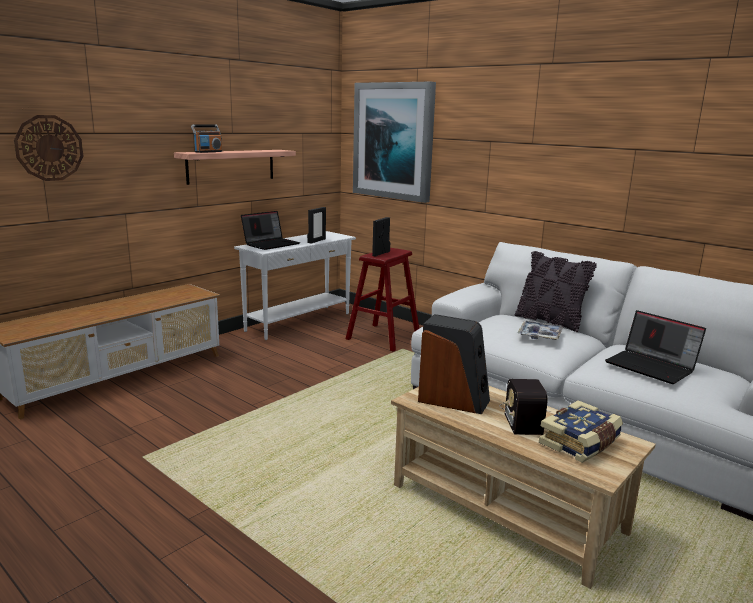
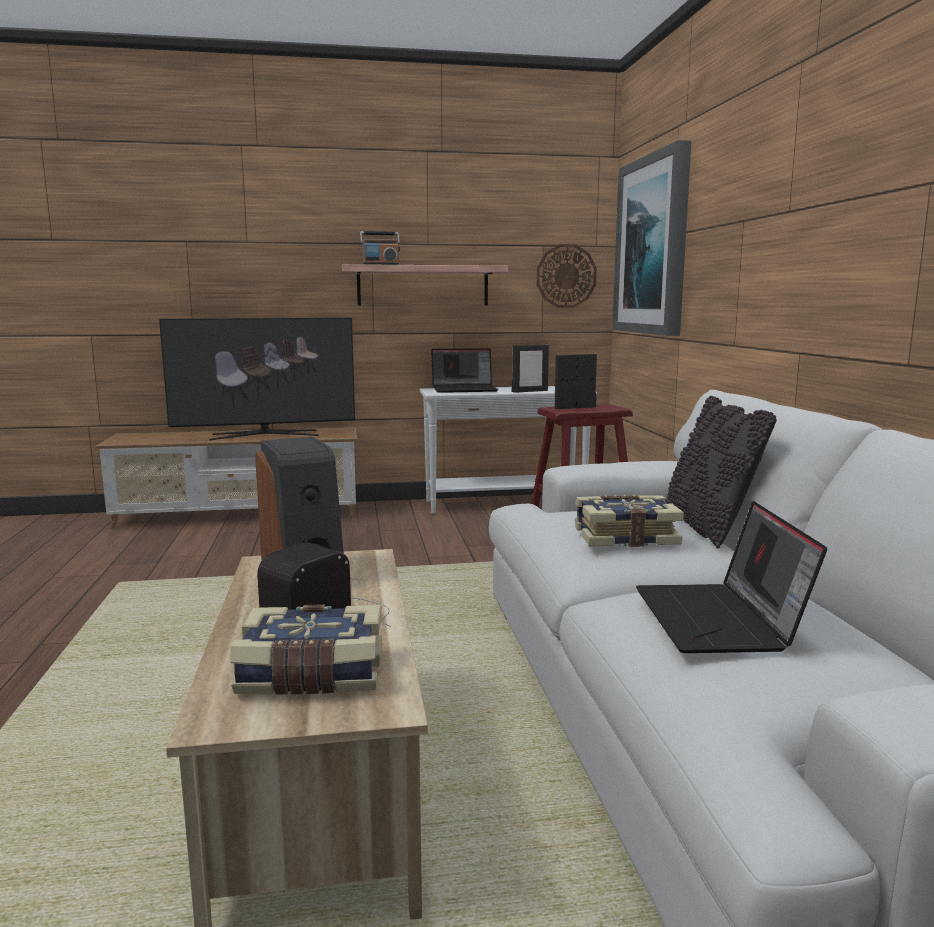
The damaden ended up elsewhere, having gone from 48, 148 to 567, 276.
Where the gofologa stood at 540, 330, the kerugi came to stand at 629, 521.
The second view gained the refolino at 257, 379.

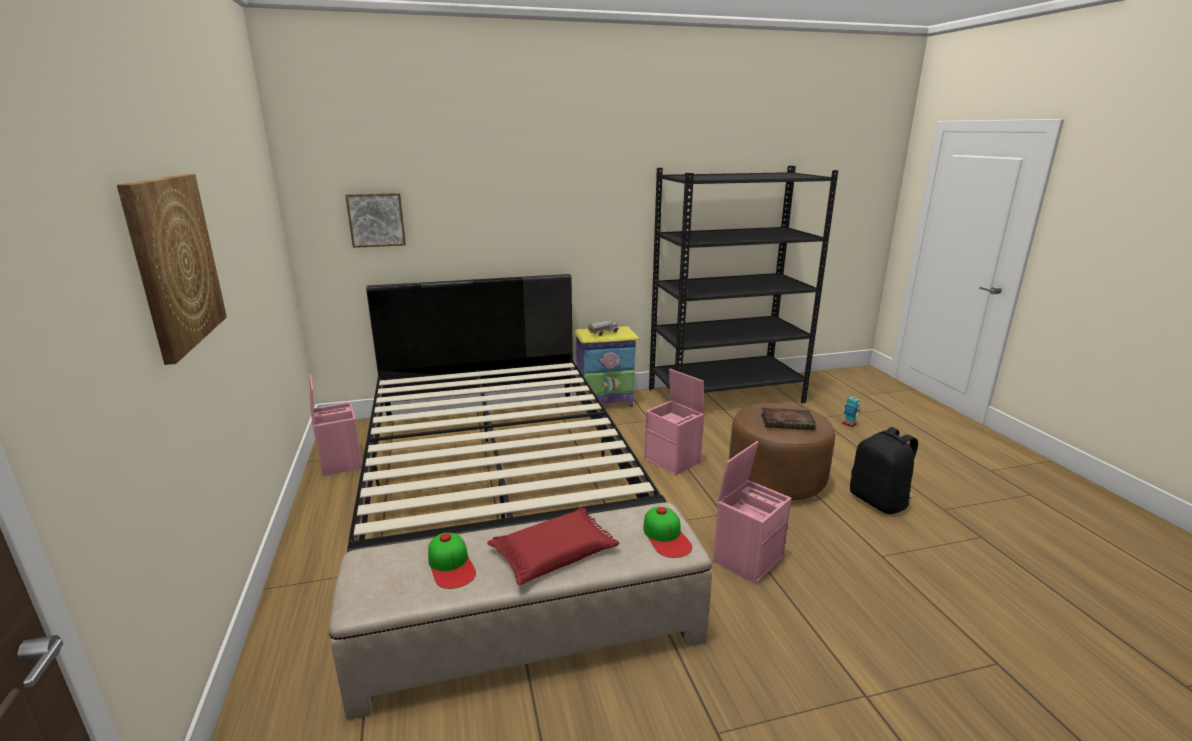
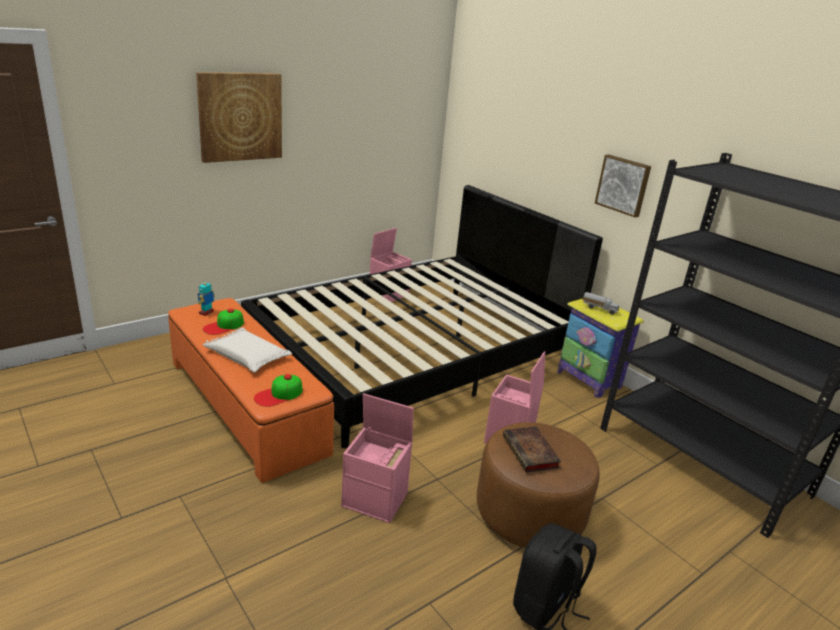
What was the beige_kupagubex at 520, 611 turned into the orange_kupagubex at 251, 390.
The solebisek ended up elsewhere, having gone from 375, 220 to 623, 186.
What was the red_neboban at 553, 546 turned into the white_neboban at 247, 350.
The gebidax ended up elsewhere, having gone from 851, 411 to 206, 297.

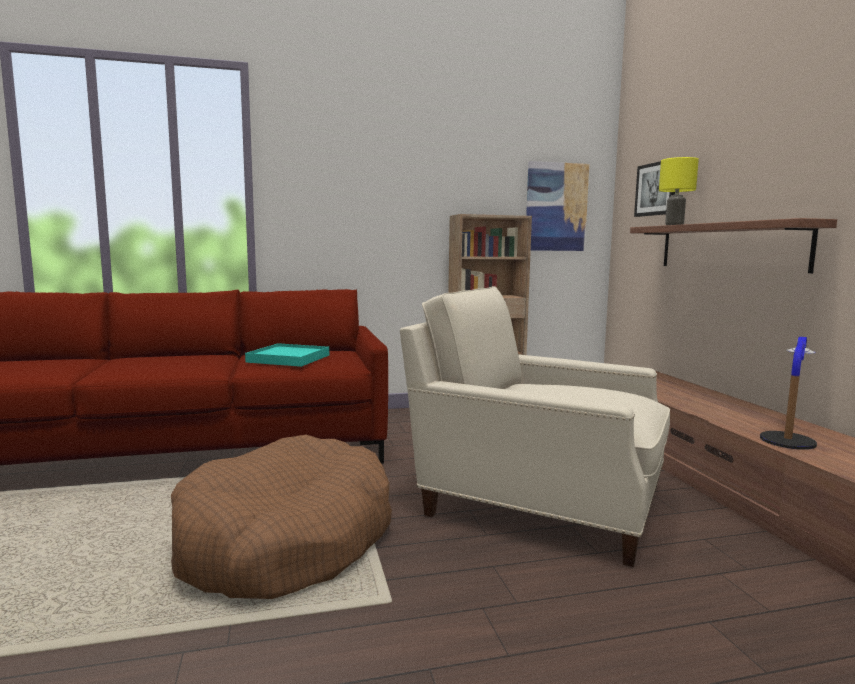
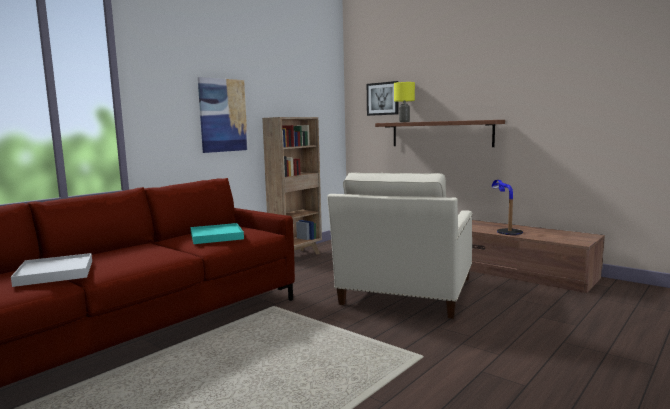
The second view lost the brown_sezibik at 281, 517.
The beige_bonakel at 535, 426 ended up facing another way, 60 degrees counterclockwise from before.
The solebisek ended up elsewhere, having gone from 557, 206 to 223, 115.
The second view gained the white_gofologa at 51, 270.

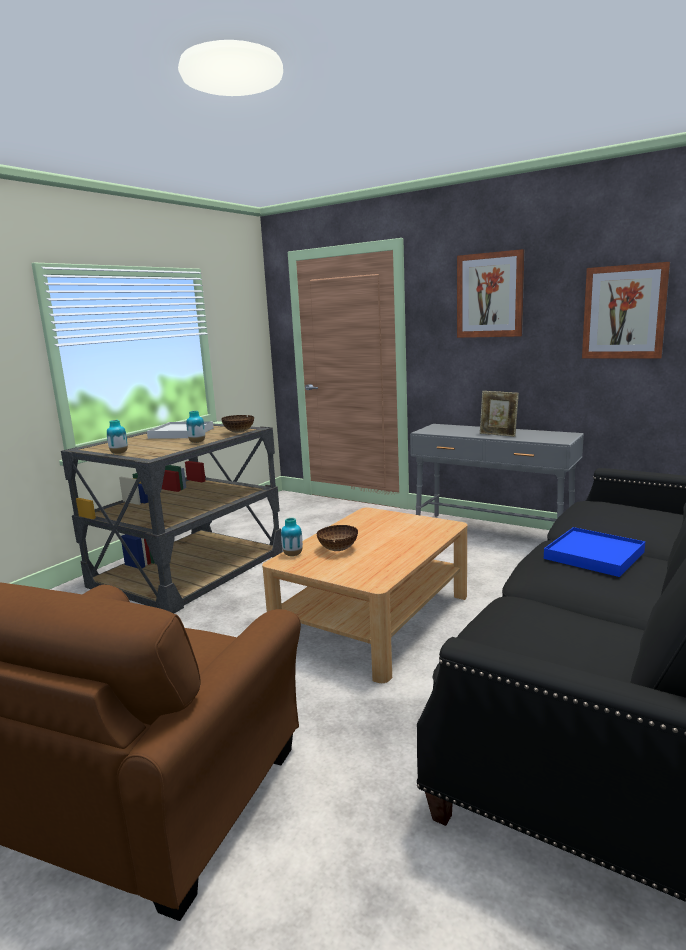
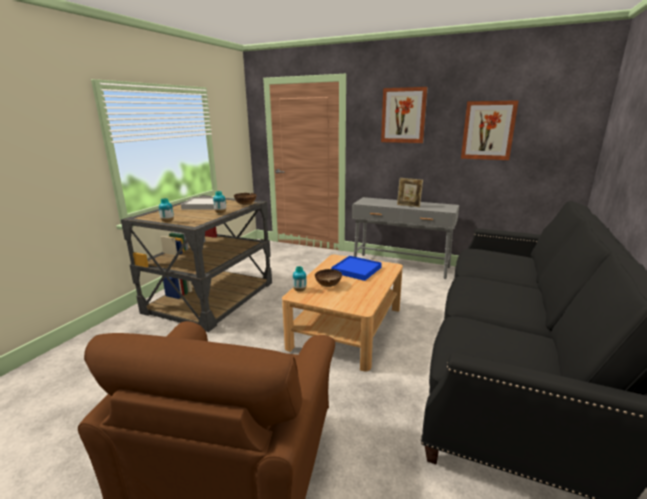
The blue_gofologa ended up elsewhere, having gone from 594, 552 to 356, 268.

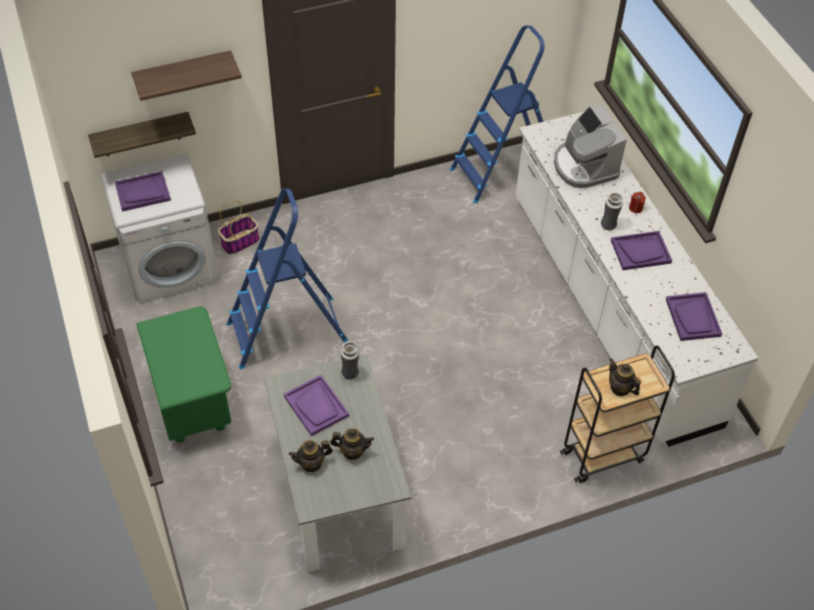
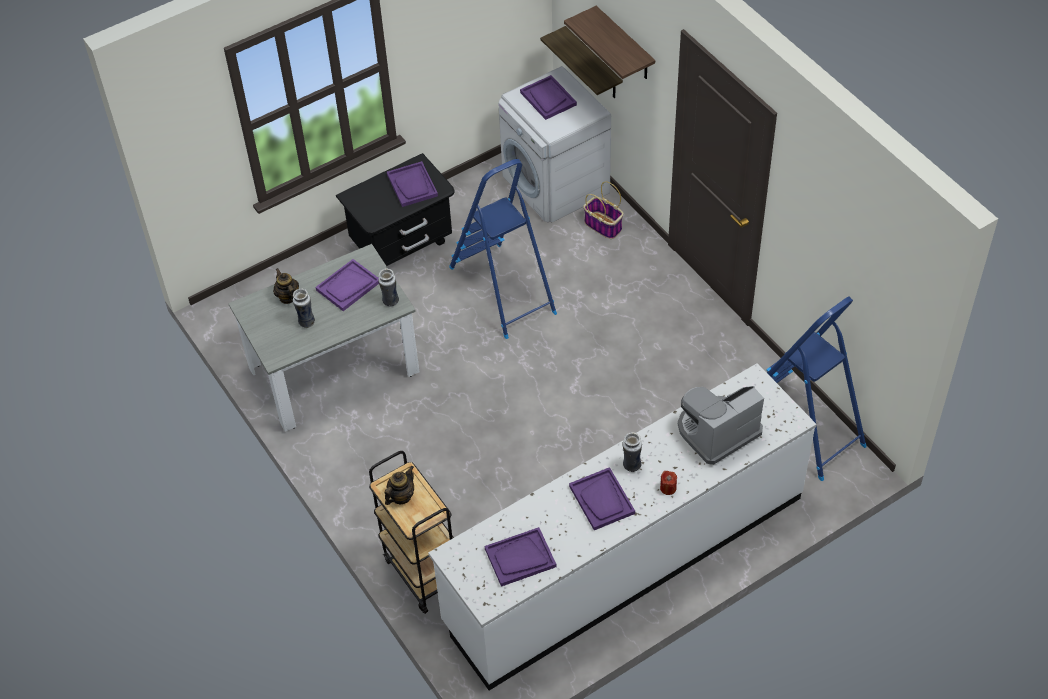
What was the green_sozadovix at 184, 374 turned into the black_sozadovix at 395, 209.
Where the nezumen stood at 352, 444, the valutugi came to stand at 304, 308.
The second view gained the purple_gofologa at 412, 184.

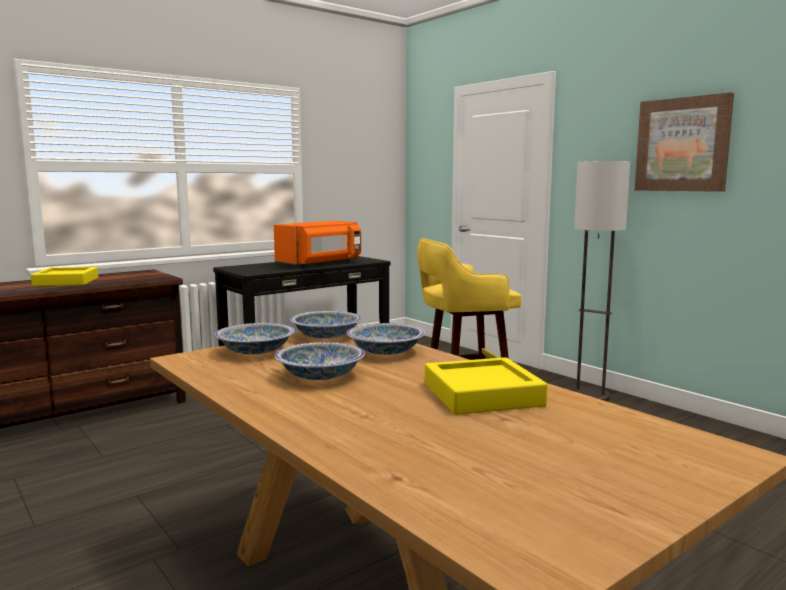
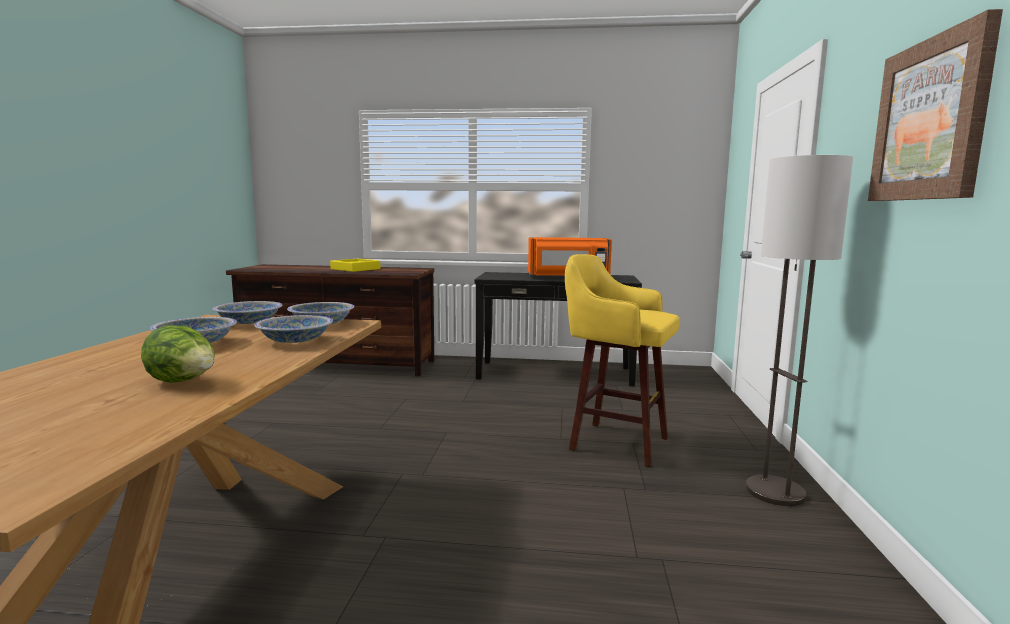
Where the yellow_gofologa stood at 486, 386, the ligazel came to stand at 178, 354.

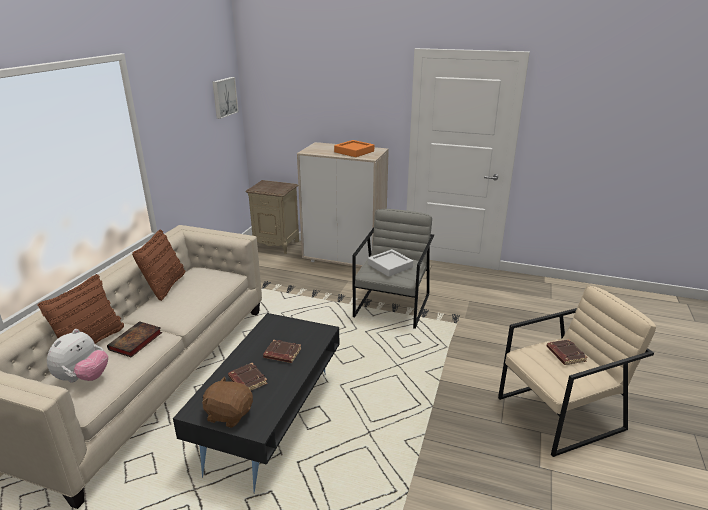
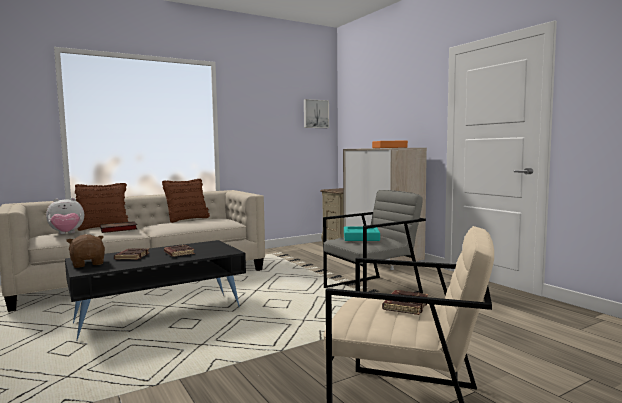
What was the grey_gofologa at 390, 263 turned into the turquoise_gofologa at 362, 234.

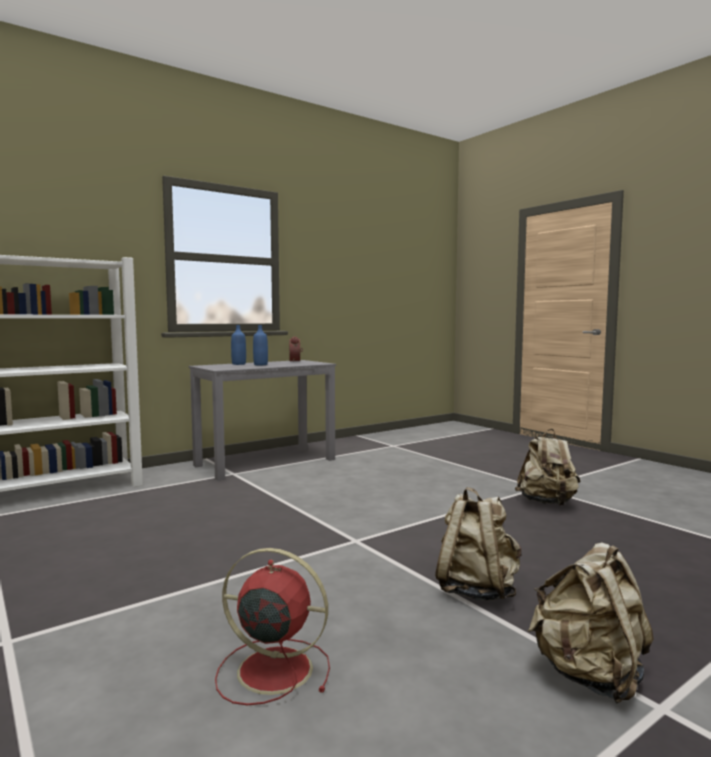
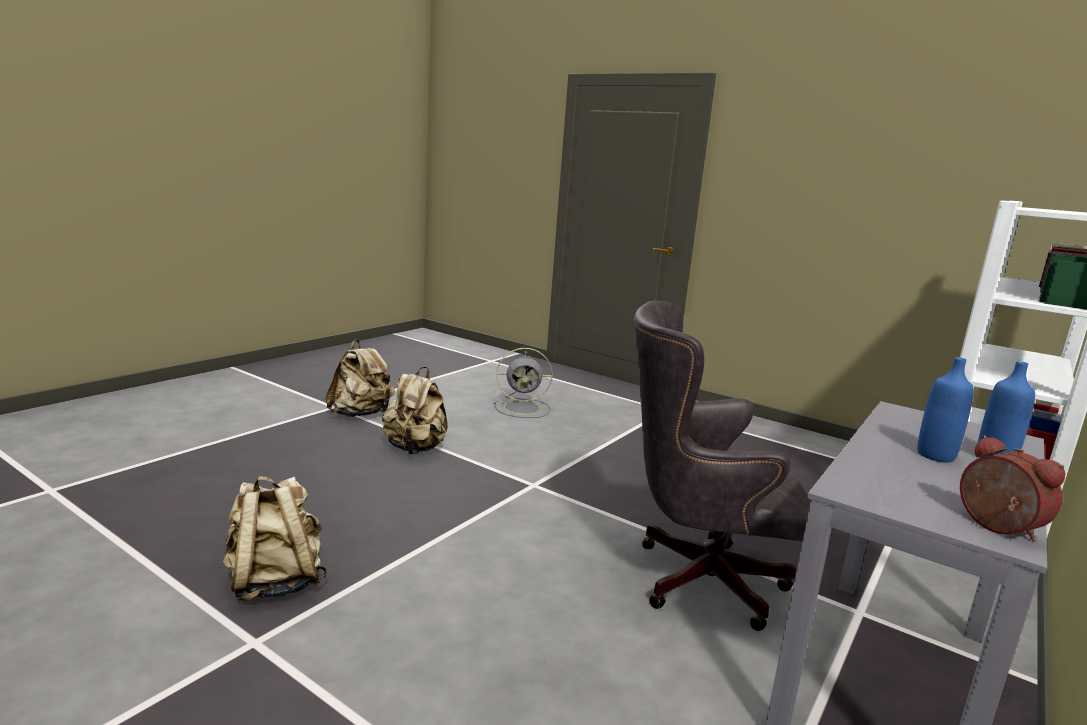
What was the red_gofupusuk at 272, 626 turned into the grey_gofupusuk at 522, 383.
The second view gained the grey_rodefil at 722, 466.

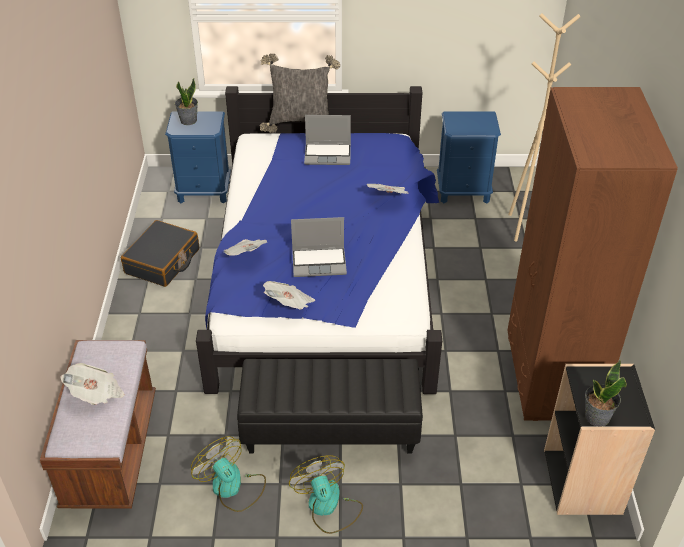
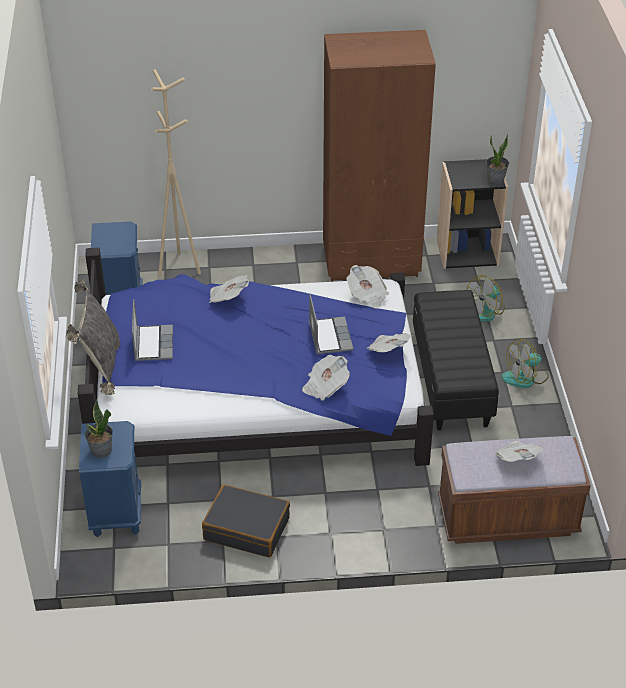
The gofupusuk ended up elsewhere, having gone from 228, 474 to 486, 298.
The second view gained the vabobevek at 367, 287.

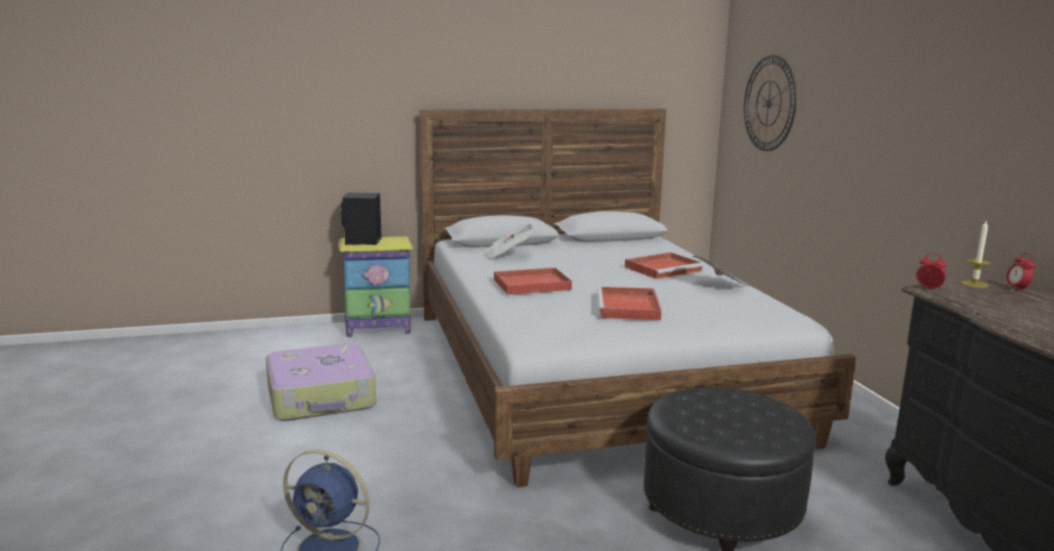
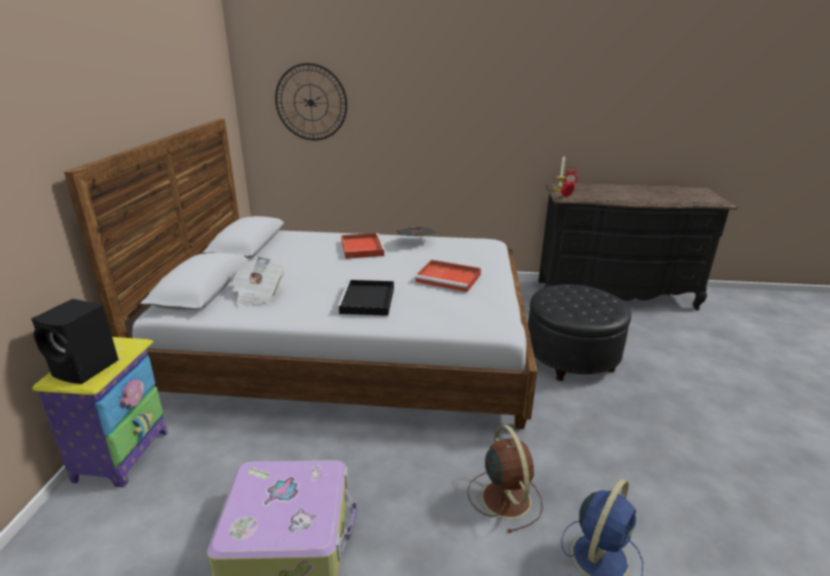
What was the red_gofologa at 533, 281 turned into the black_gofologa at 365, 298.
The second view gained the brown_gofupusuk at 505, 479.

